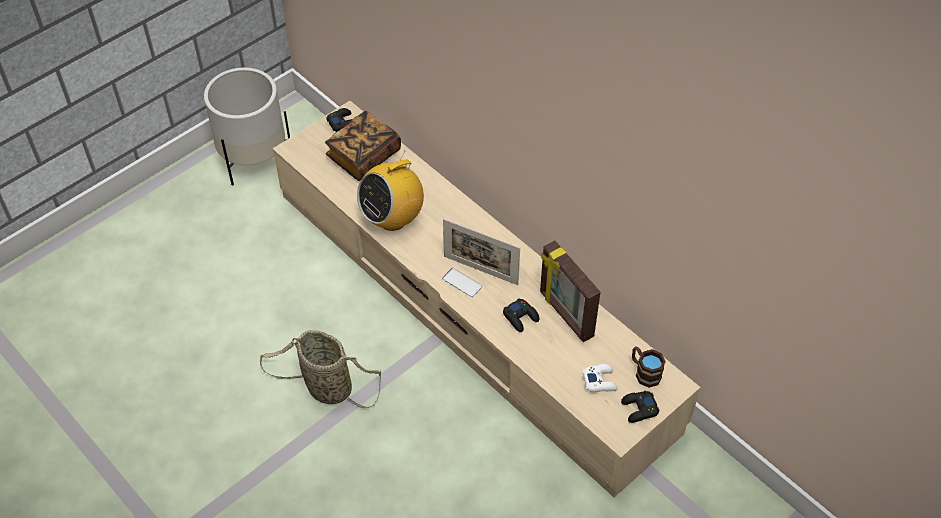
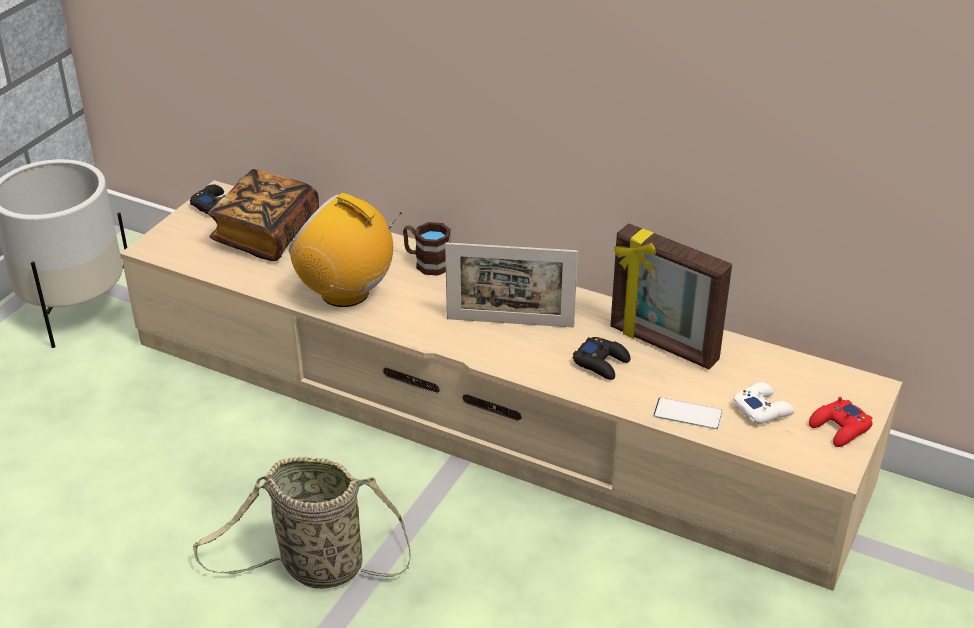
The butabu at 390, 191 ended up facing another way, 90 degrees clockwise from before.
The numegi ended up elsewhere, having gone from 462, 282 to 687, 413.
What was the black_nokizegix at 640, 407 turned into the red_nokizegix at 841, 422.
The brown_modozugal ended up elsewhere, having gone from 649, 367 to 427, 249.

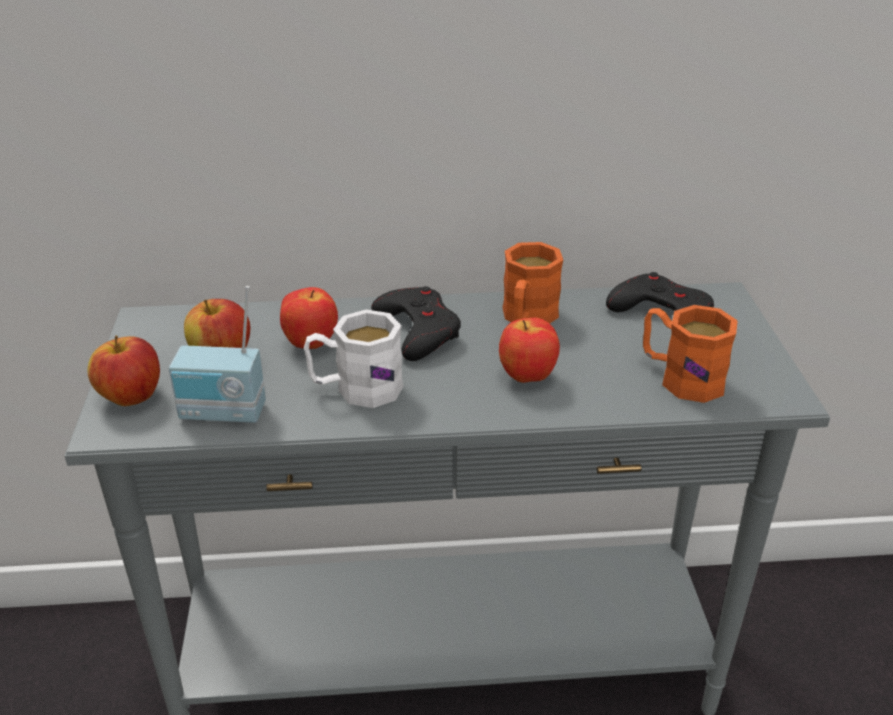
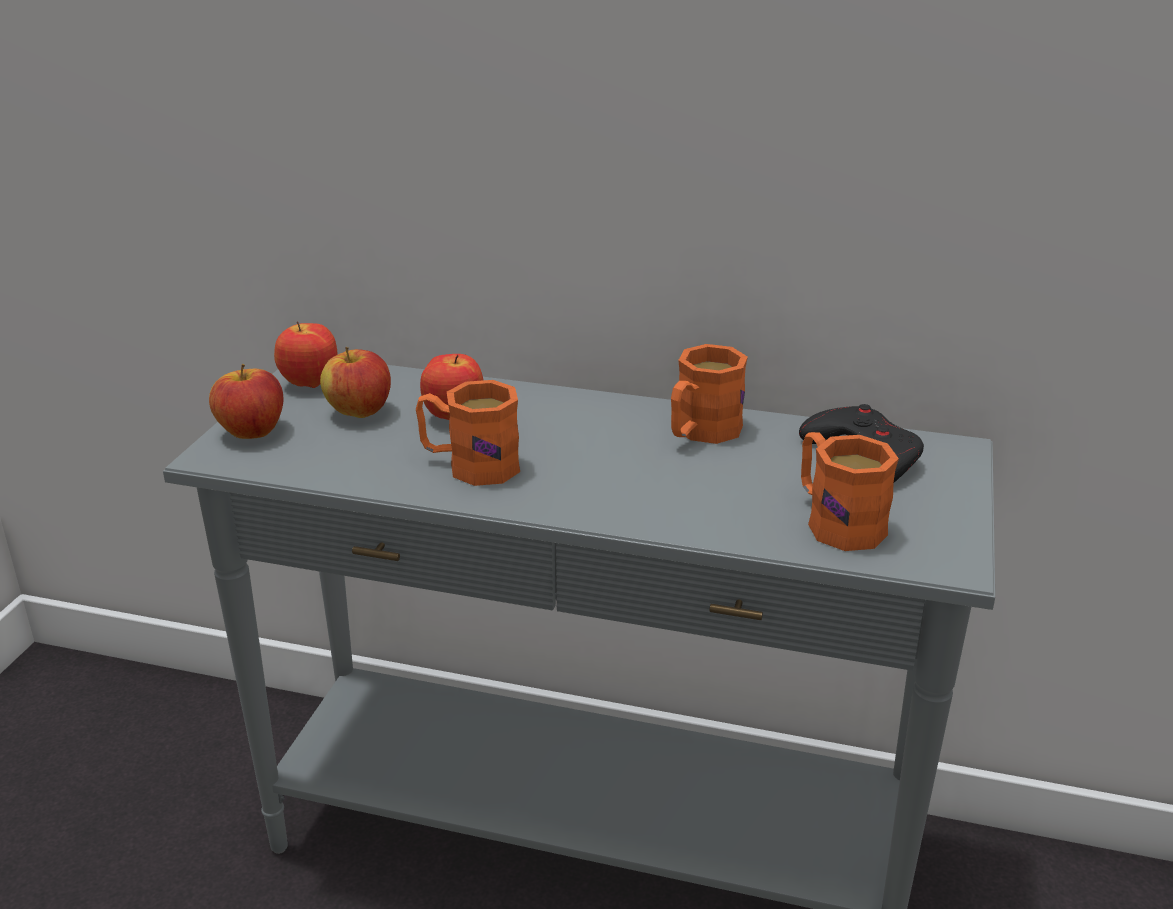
The second view lost the butabu at 217, 354.
What was the white_modozugal at 354, 359 turned into the orange_modozugal at 468, 433.
The second view lost the black_nokizegix at 416, 323.
The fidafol ended up elsewhere, having gone from 529, 350 to 306, 354.

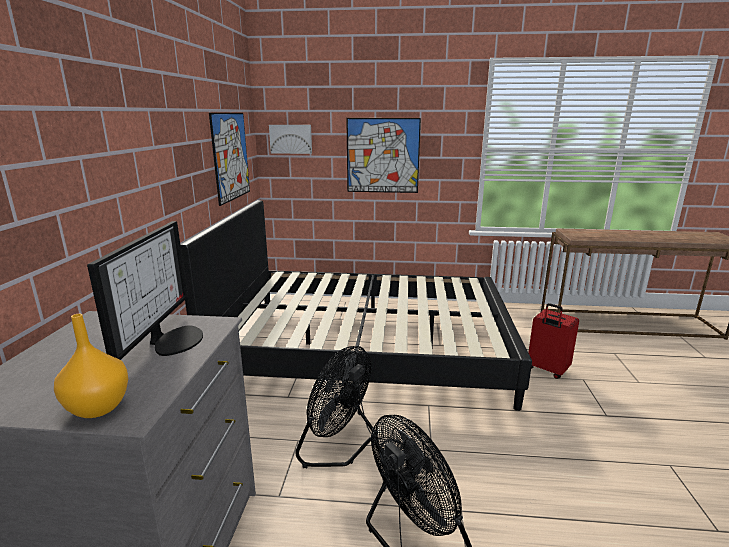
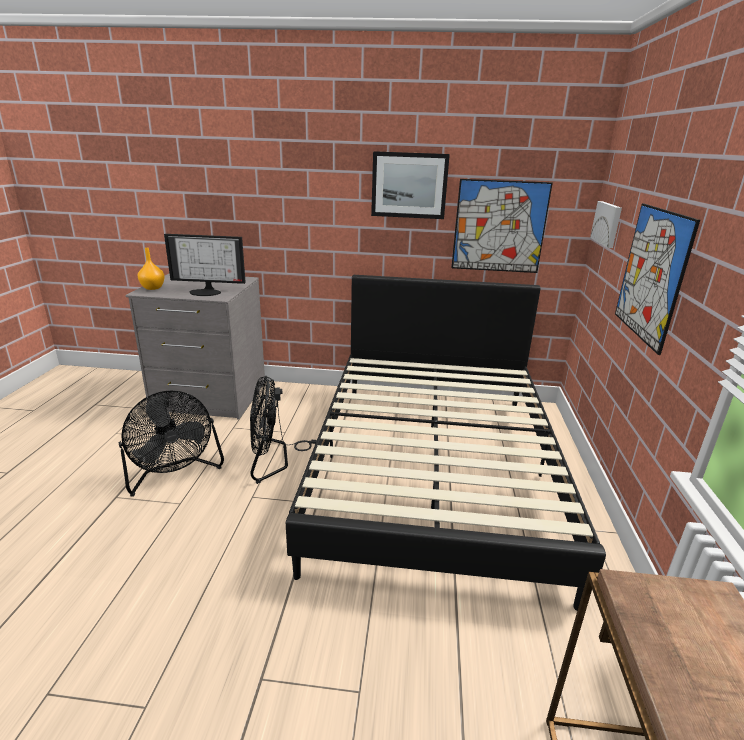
The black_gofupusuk at 349, 407 ended up facing another way, 135 degrees counterclockwise from before.
The second view lost the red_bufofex at 553, 341.
The second view gained the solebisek at 410, 185.

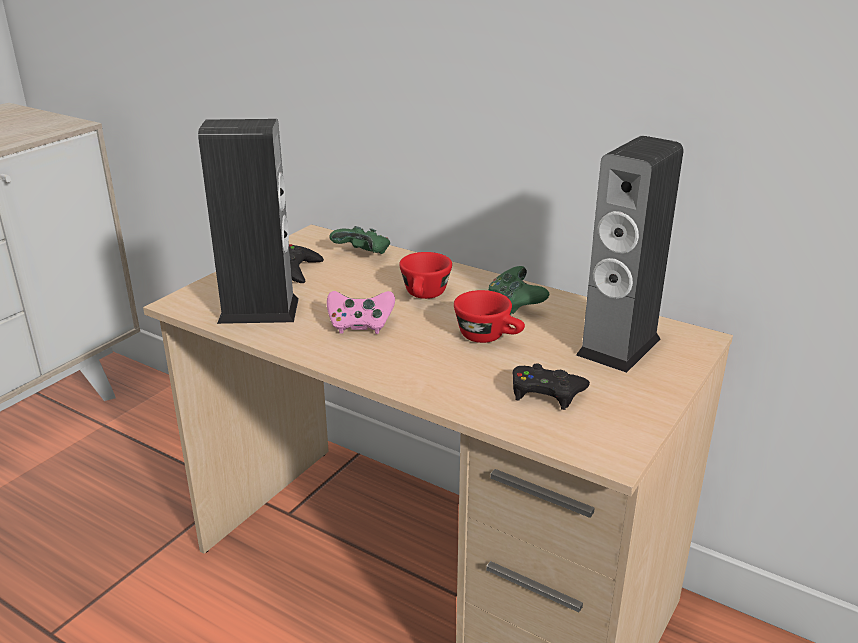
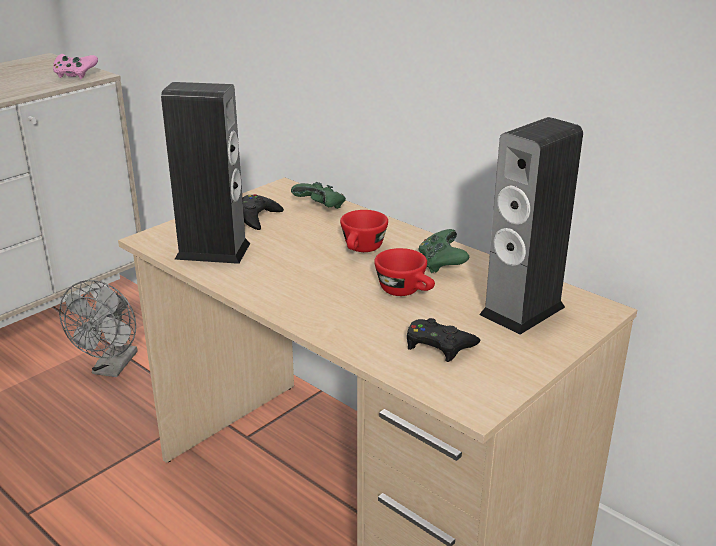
The pink_nokizegix ended up elsewhere, having gone from 361, 312 to 75, 66.
The second view gained the grey_gofupusuk at 98, 328.

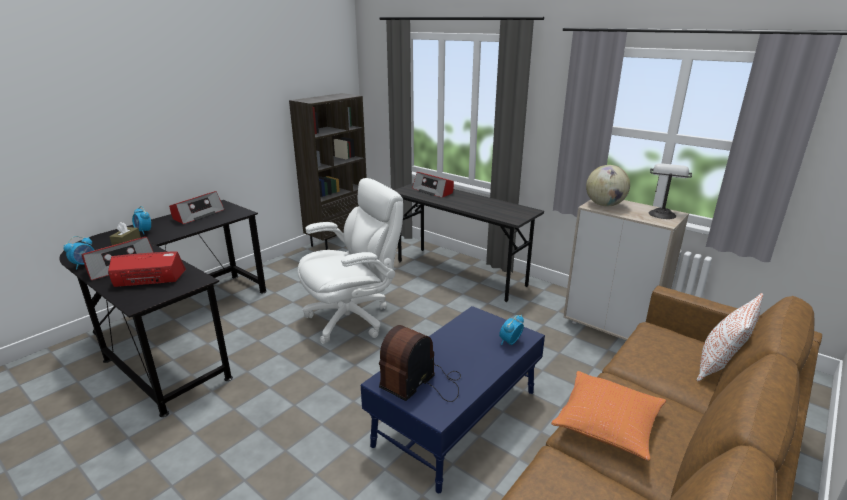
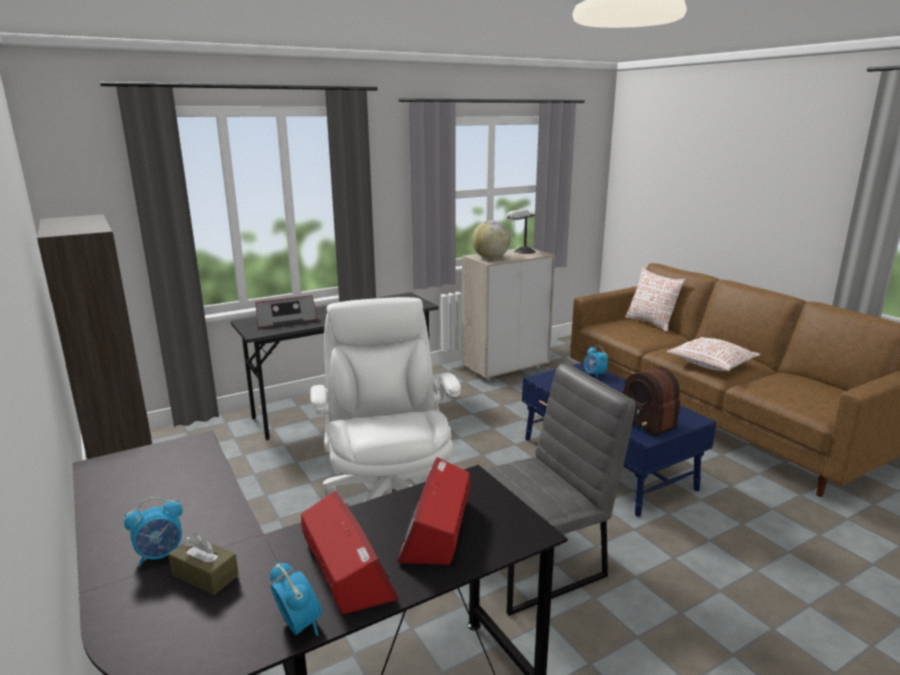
The second view lost the butabu at 197, 207.
What was the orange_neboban at 608, 416 turned into the white_neboban at 714, 354.
The second view gained the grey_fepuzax at 560, 490.

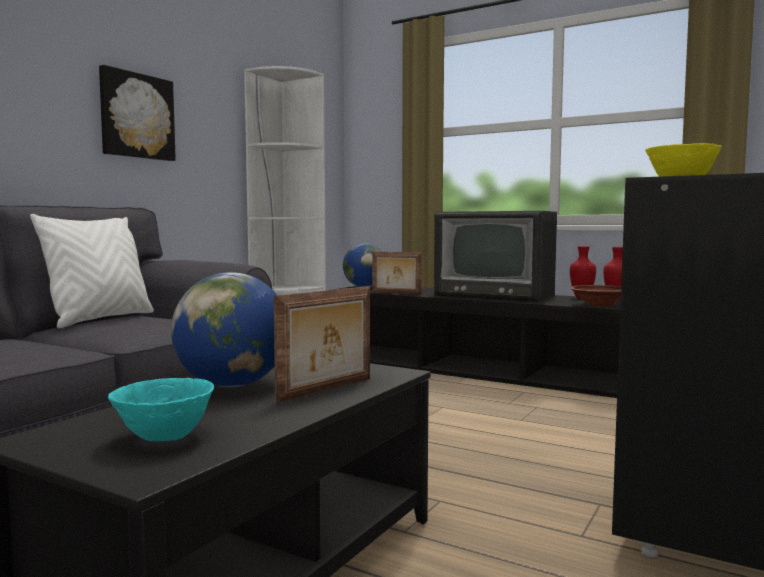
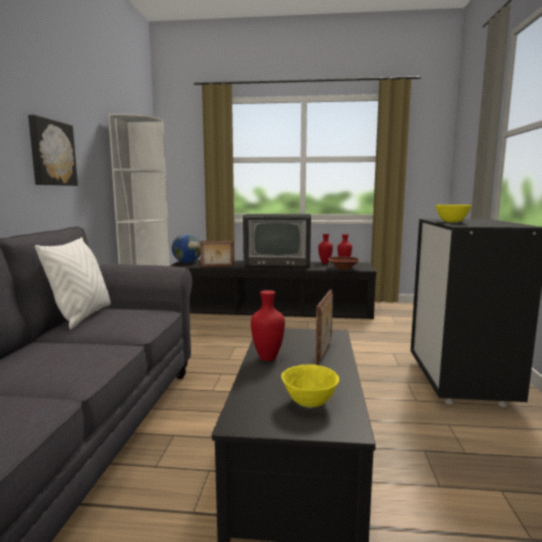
What was the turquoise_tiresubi at 161, 409 turned into the yellow_tiresubi at 310, 385.
Where the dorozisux stood at 224, 329, the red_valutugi came to stand at 268, 325.

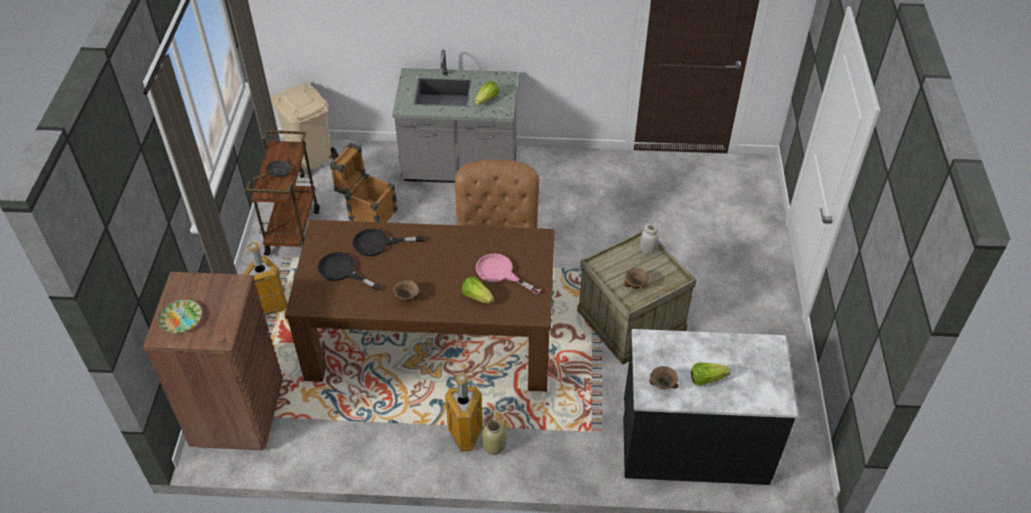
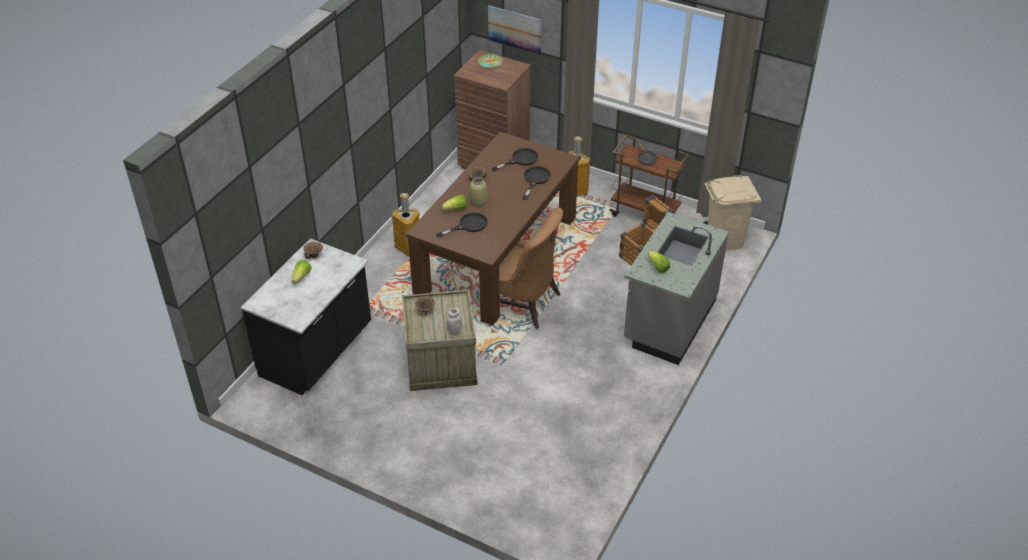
What was the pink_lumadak at 508, 273 turned into the black_lumadak at 462, 225.
The beige_valutugi ended up elsewhere, having gone from 494, 437 to 478, 192.
The second view gained the solebisek at 514, 30.

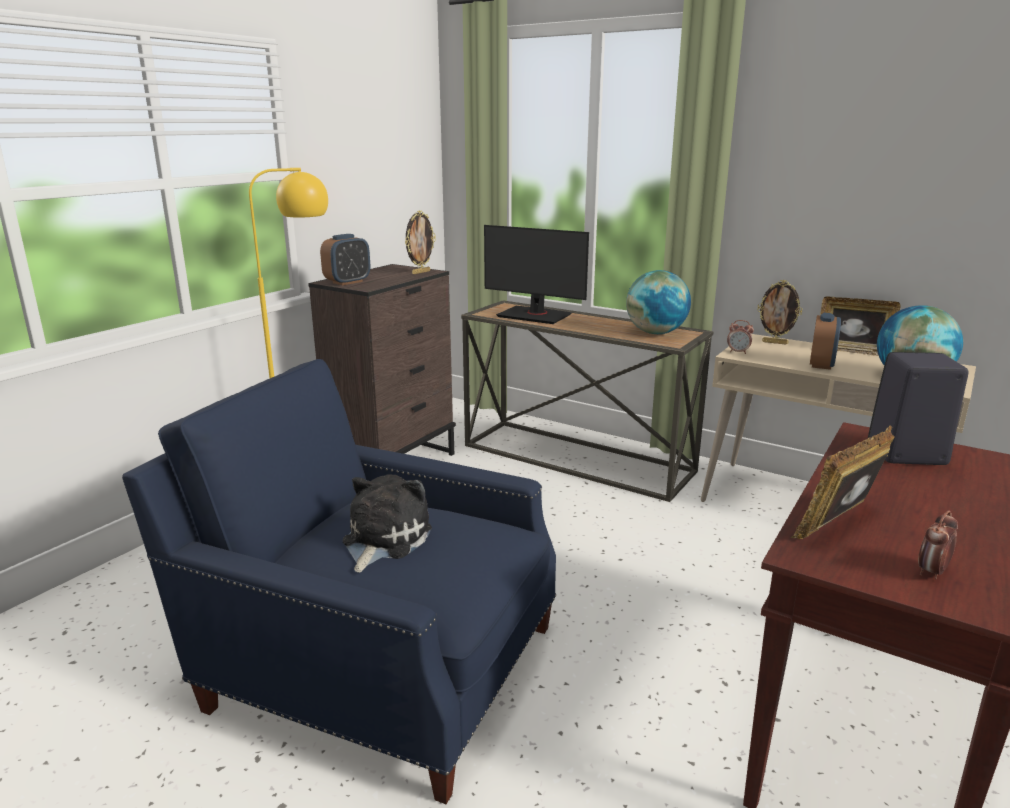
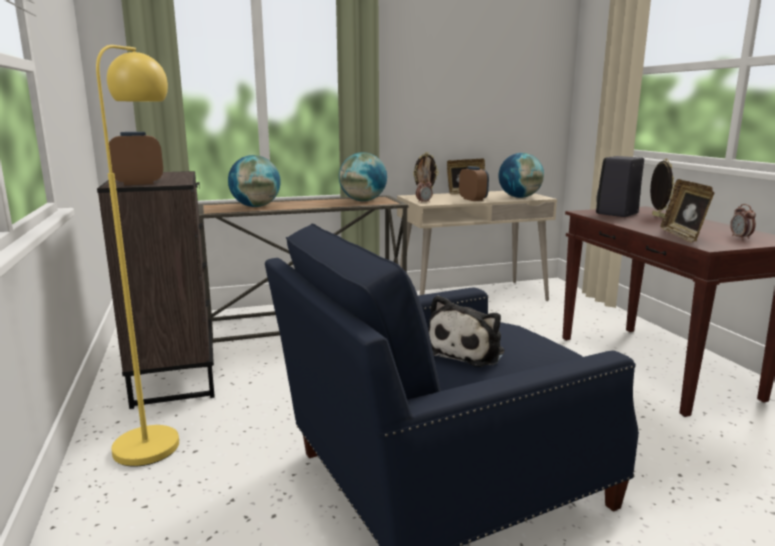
The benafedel at 345, 259 ended up facing another way, 105 degrees counterclockwise from before.
The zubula at 387, 523 ended up facing another way, 120 degrees counterclockwise from before.
The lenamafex ended up elsewhere, having gone from 420, 242 to 662, 188.
Where the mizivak stood at 536, 274, the dorozisux came to stand at 254, 181.

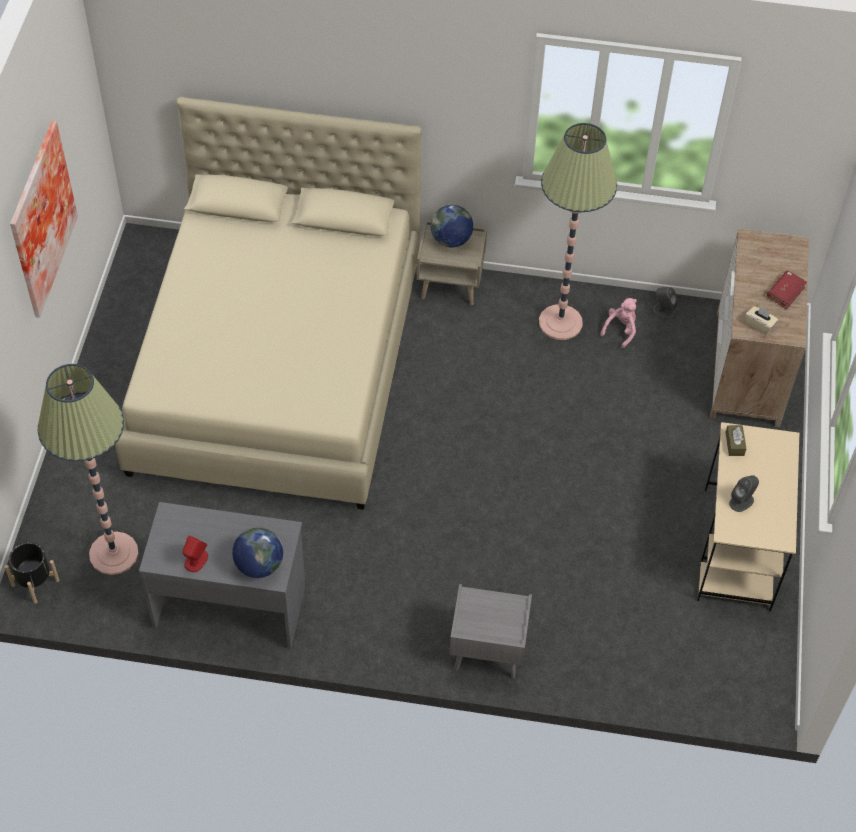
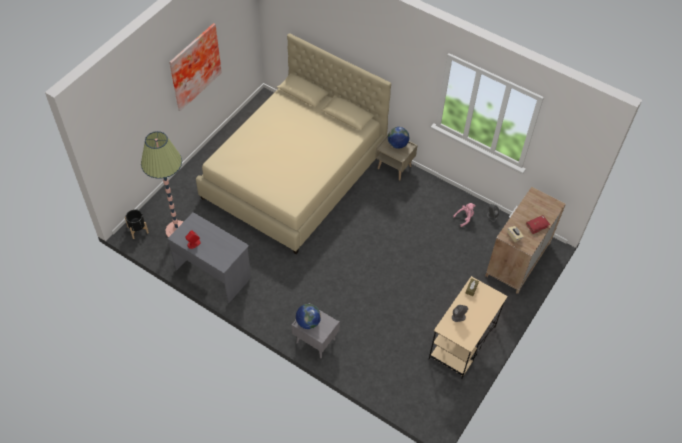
The dorozisux ended up elsewhere, having gone from 257, 552 to 308, 316.
The second view lost the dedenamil at 578, 231.

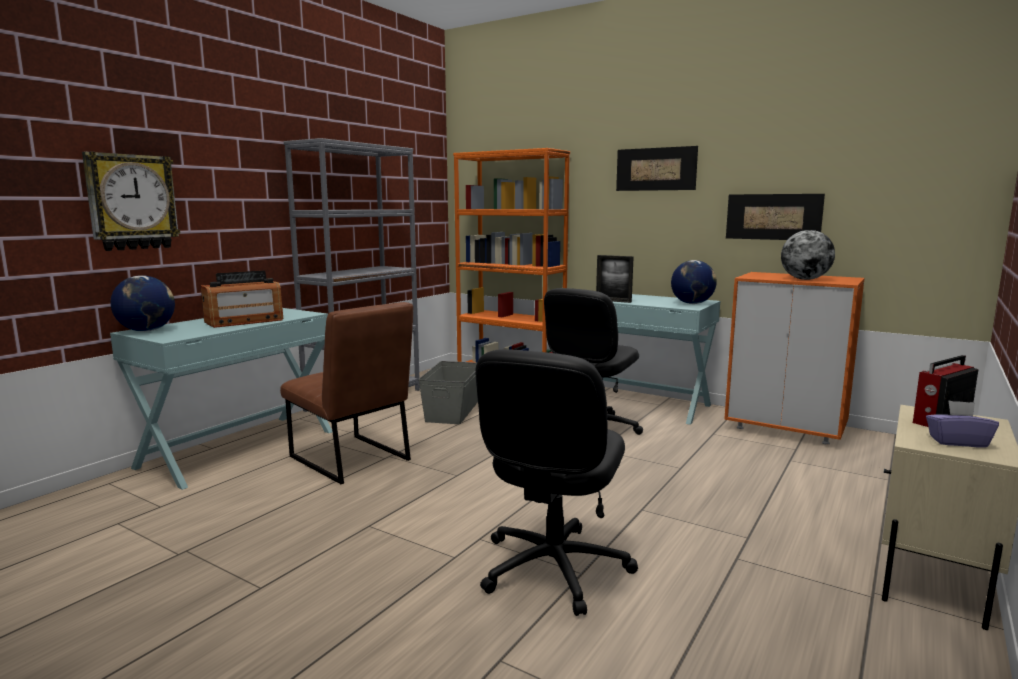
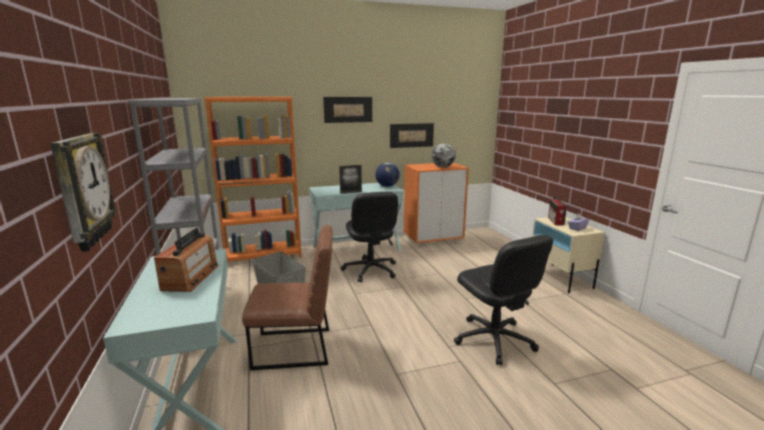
The second view lost the dorozisux at 142, 303.

